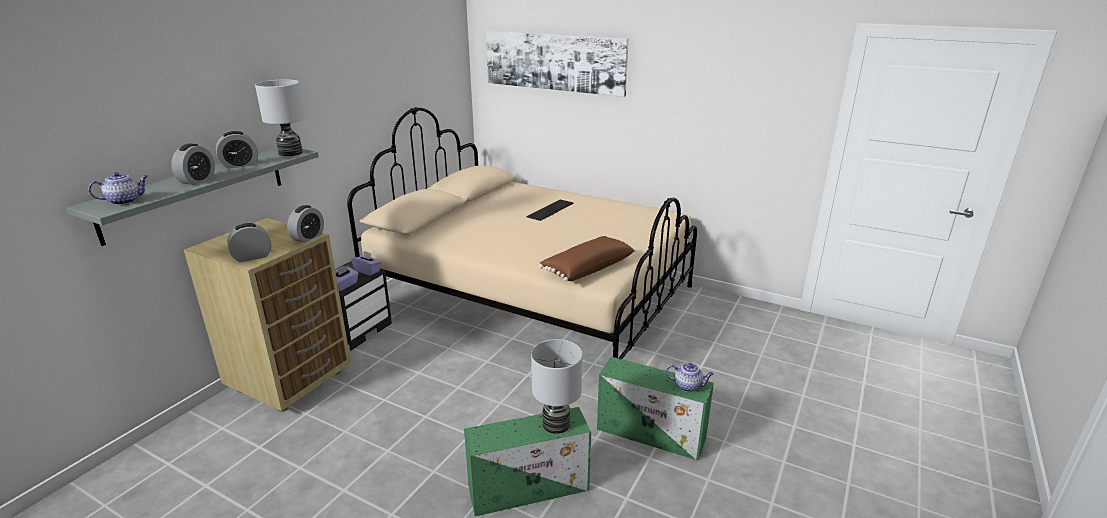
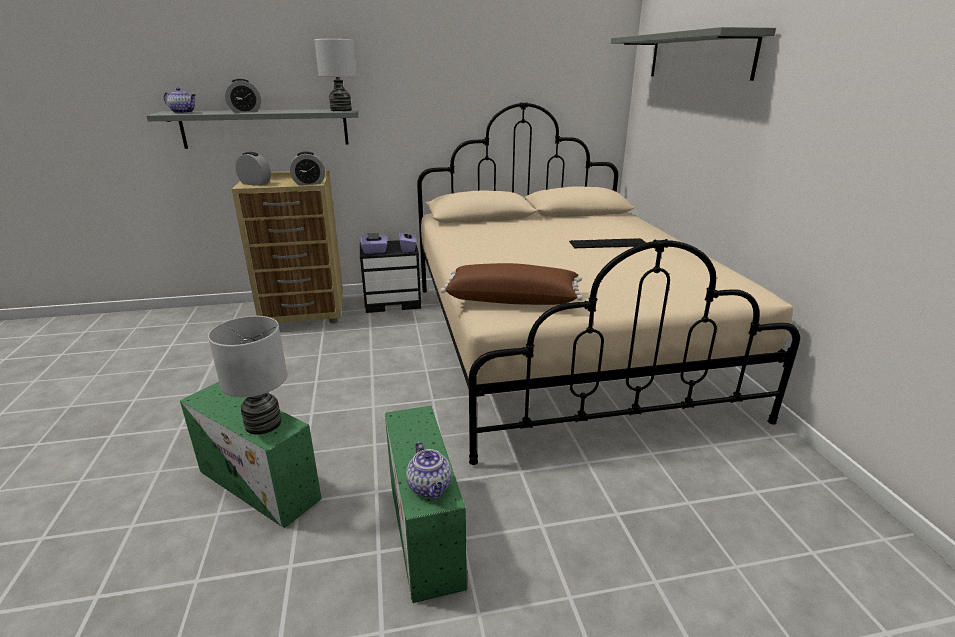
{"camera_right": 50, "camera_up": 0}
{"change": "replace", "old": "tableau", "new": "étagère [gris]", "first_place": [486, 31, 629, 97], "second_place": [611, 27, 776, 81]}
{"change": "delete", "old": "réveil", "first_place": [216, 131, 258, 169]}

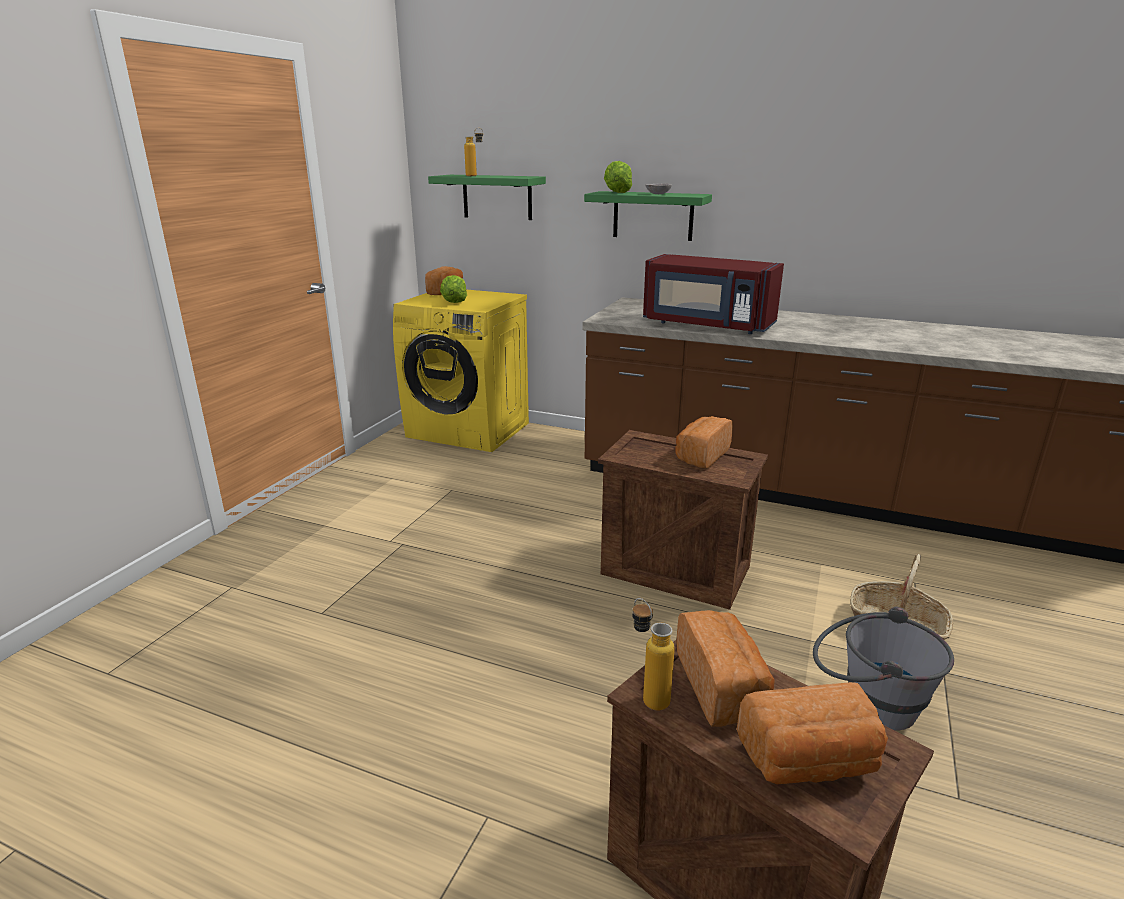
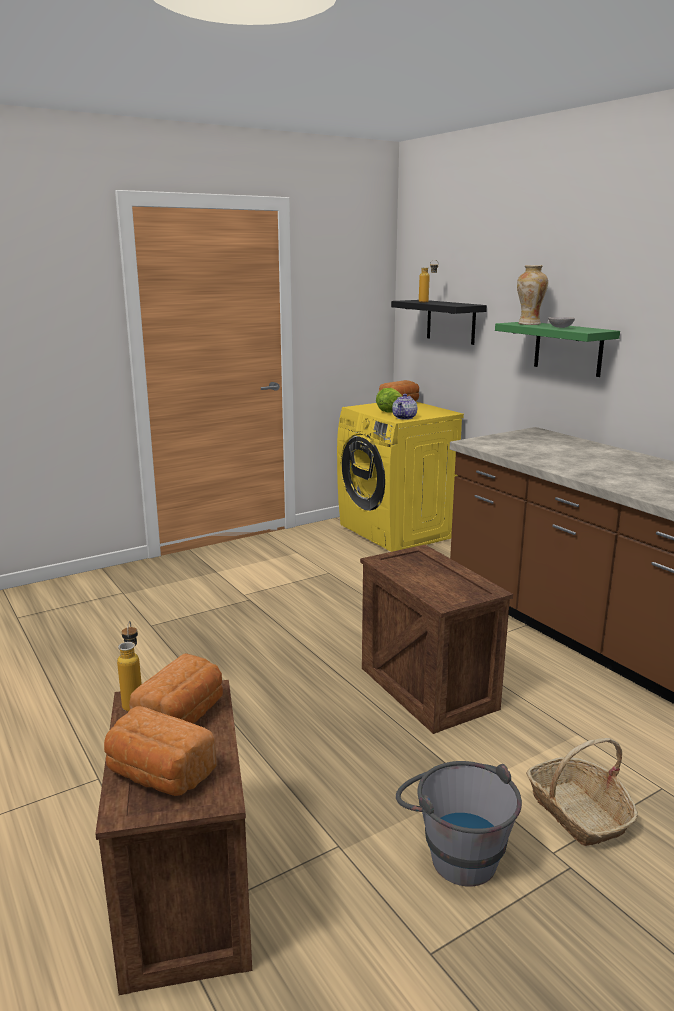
{"camera_right": 35, "camera_up": -5}
{"change": "replace", "old": "laitue", "new": "vase", "first_place": [604, 161, 632, 193], "second_place": [517, 265, 548, 325]}
{"change": "recolor", "old": "étagère [vert]", "new": "étagère [noir]", "first_place": [428, 175, 546, 220], "second_place": [391, 300, 487, 345]}
{"change": "delete", "old": "micro-ondes [rouge]", "first_place": [643, 254, 784, 334]}
{"change": "delete", "old": "pain", "first_place": [675, 416, 733, 468]}
{"change": "insert", "new": "théière", "second_place": [392, 394, 417, 420]}

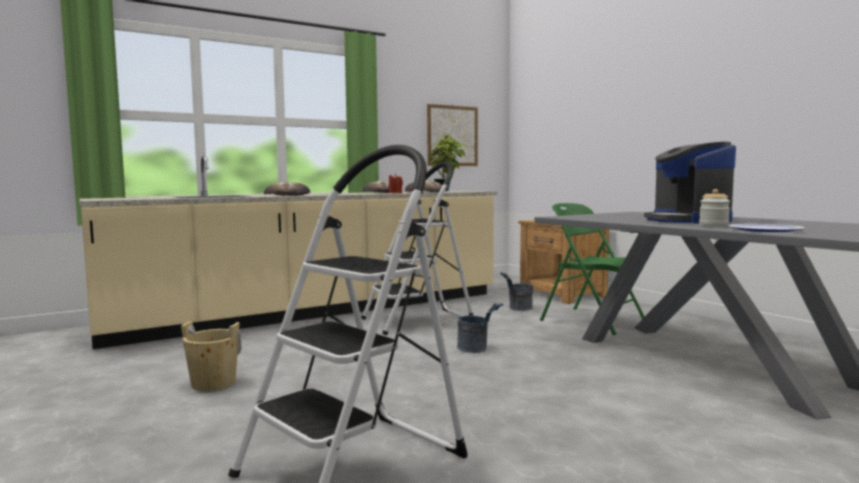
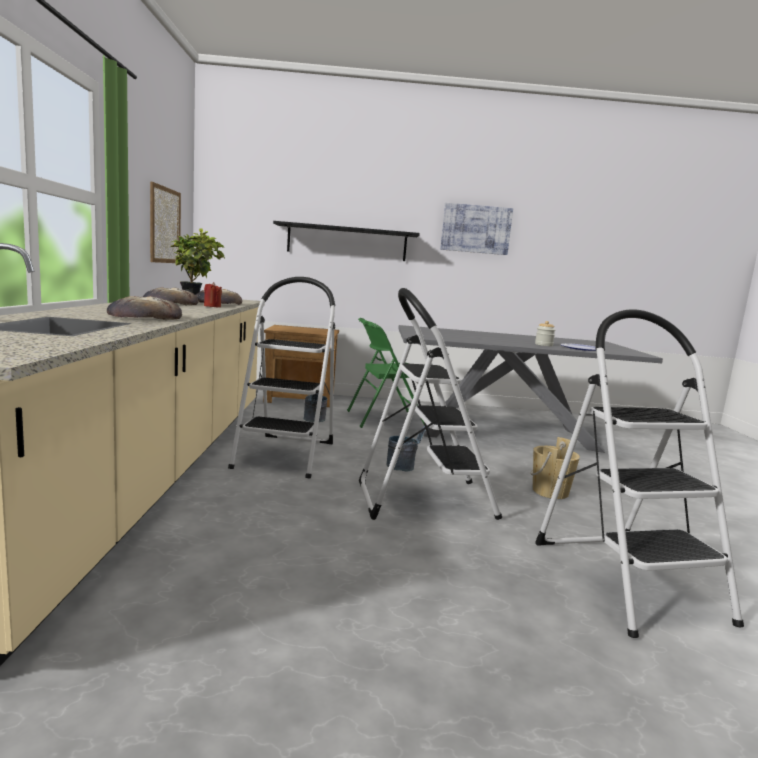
{"camera_right": -60, "camera_up": 5}
{"change": "delete", "old": "machine à café", "first_place": [644, 142, 736, 224]}
{"change": "move", "old": "seau [beige]", "first_place": [181, 322, 241, 391], "second_place": [531, 437, 580, 499]}
{"change": "insert", "new": "tableau", "second_place": [440, 203, 513, 255]}
{"change": "insert", "new": "étagère [noir]", "second_place": [273, 221, 420, 261]}
{"change": "insert", "new": "escabeau", "second_place": [359, 288, 502, 520]}

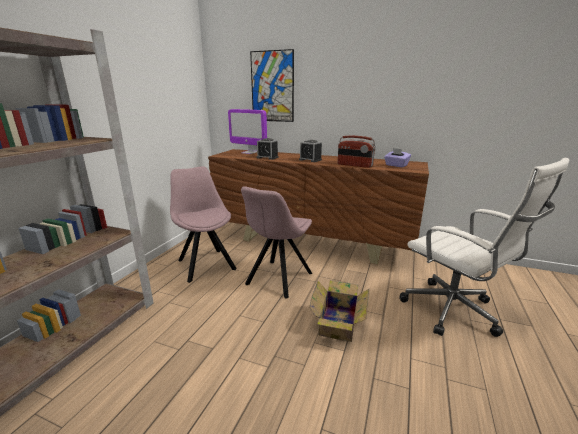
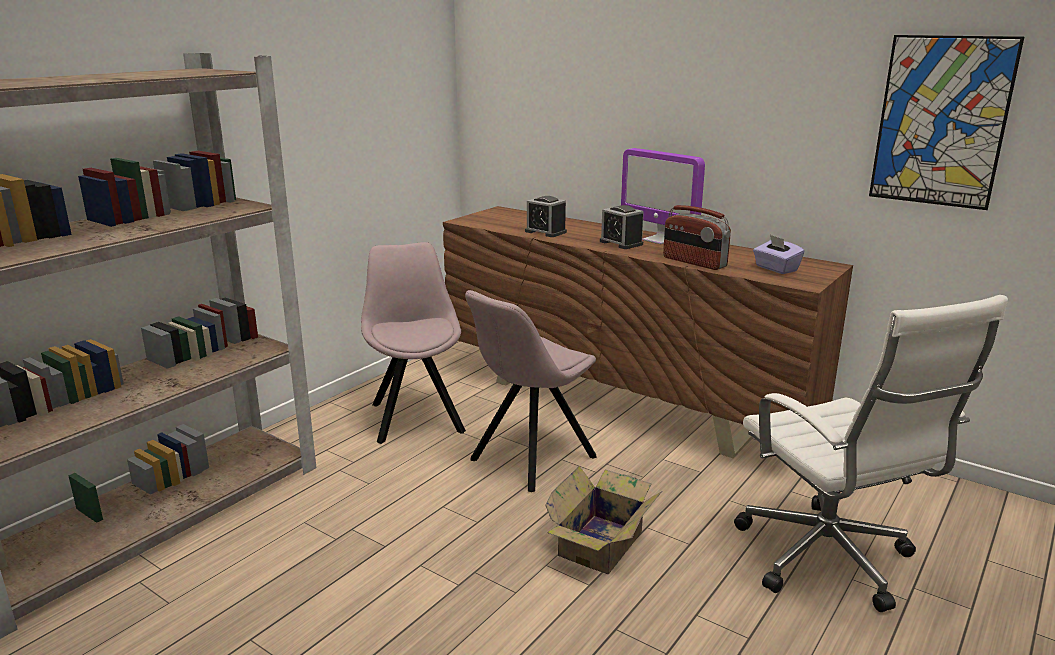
{"camera_right": 15, "camera_up": 0}
{"change": "move", "old": "tableau", "first_place": [250, 49, 294, 122], "second_place": [869, 35, 1024, 210]}
{"change": "move", "old": "écran d'ordinateur", "first_place": [228, 109, 267, 154], "second_place": [621, 148, 705, 244]}

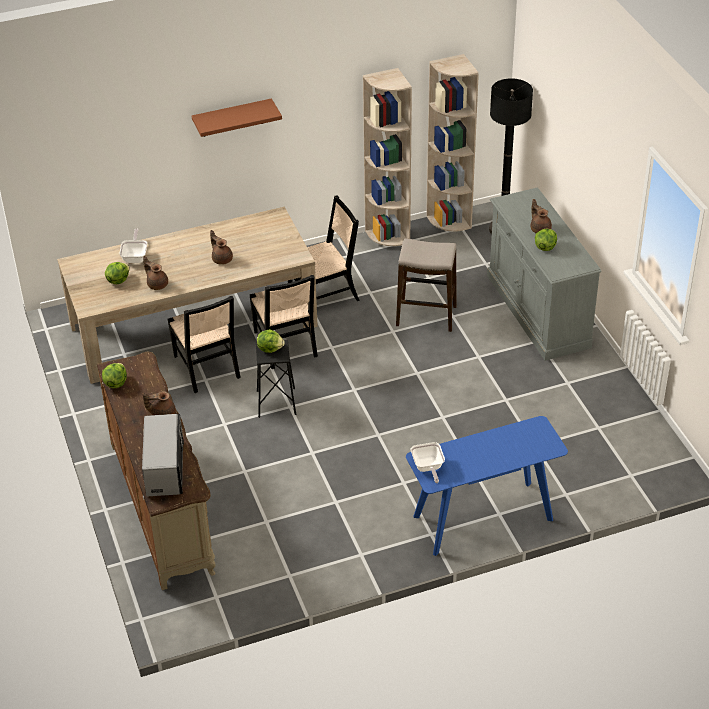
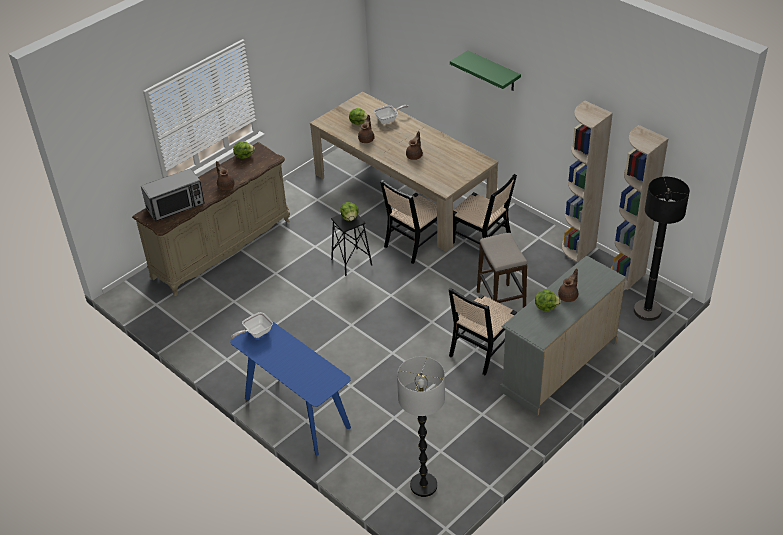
{"camera_right": 65, "camera_up": 0}
{"change": "recolor", "old": "étagère [marron]", "new": "étagère [vert]", "first_place": [192, 98, 282, 137], "second_place": [450, 50, 521, 91]}
{"change": "move", "old": "chaise", "first_place": [168, 296, 241, 393], "second_place": [449, 288, 517, 375]}
{"change": "insert", "new": "lampadaire", "second_place": [397, 356, 445, 497]}

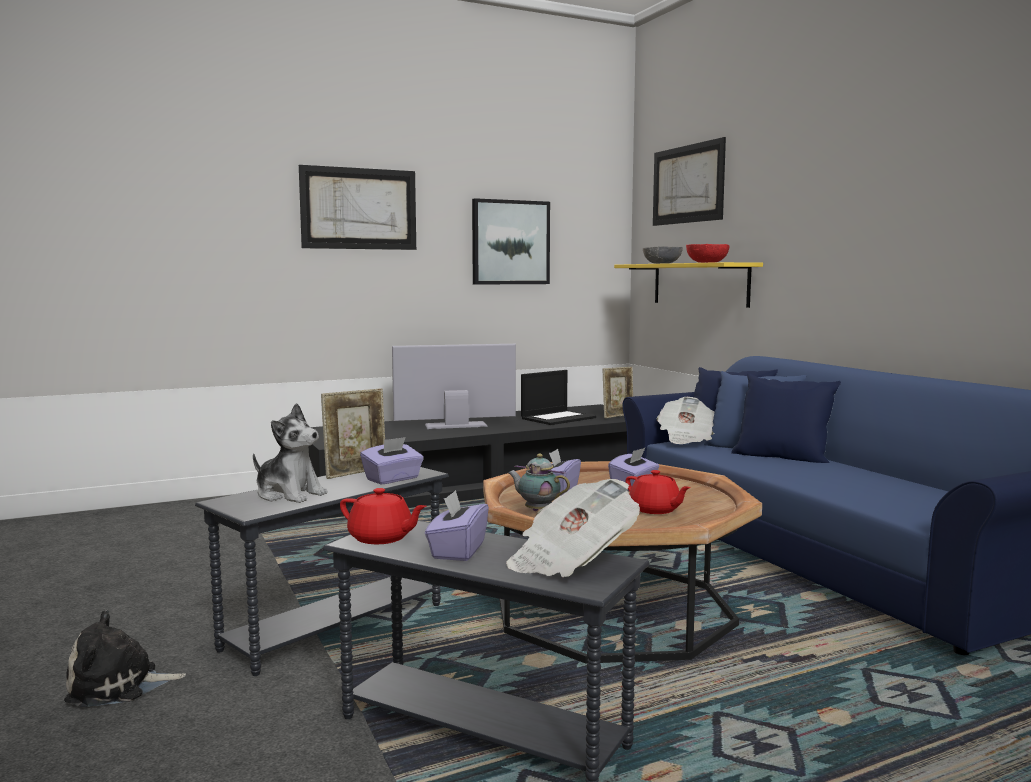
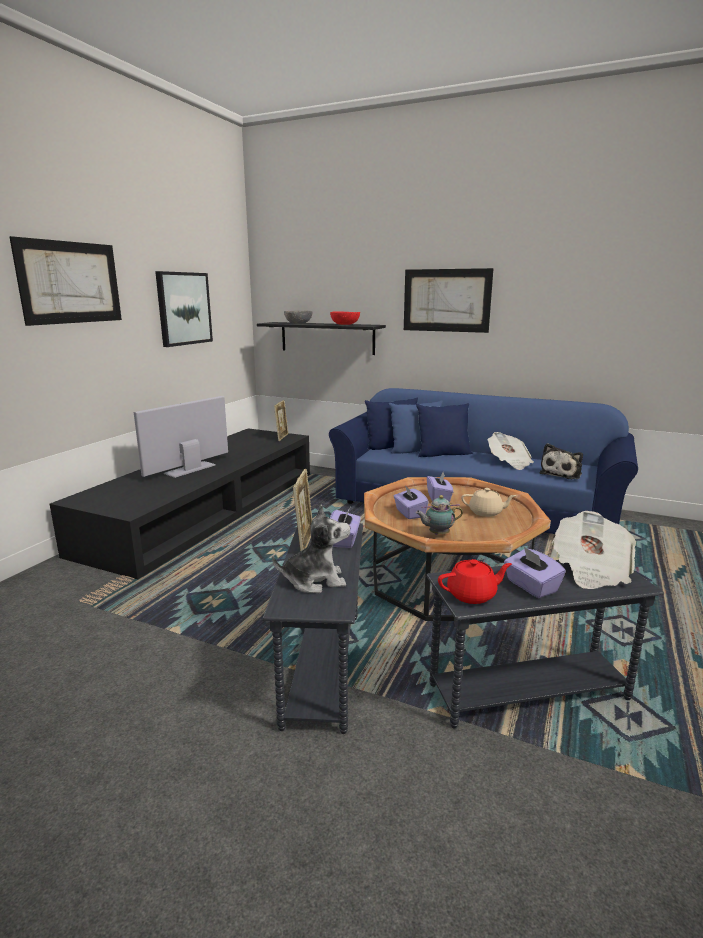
{"camera_right": -40, "camera_up": 10}
{"change": "move", "old": "tableau", "first_place": [653, 137, 726, 226], "second_place": [404, 268, 494, 333]}
{"change": "recolor", "old": "étagère [jaune]", "new": "étagère [noir]", "first_place": [614, 262, 763, 308], "second_place": [257, 322, 386, 355]}
{"change": "delete", "old": "ordinateur portable", "first_place": [521, 370, 596, 425]}
{"change": "move", "old": "journal", "first_place": [657, 397, 715, 444], "second_place": [487, 432, 534, 470]}
{"change": "recolor", "old": "théière [rouge]", "new": "théière [beige]", "first_place": [626, 470, 691, 514], "second_place": [461, 488, 517, 517]}
{"change": "move", "old": "peluche", "first_place": [64, 610, 186, 707], "second_place": [540, 443, 583, 479]}

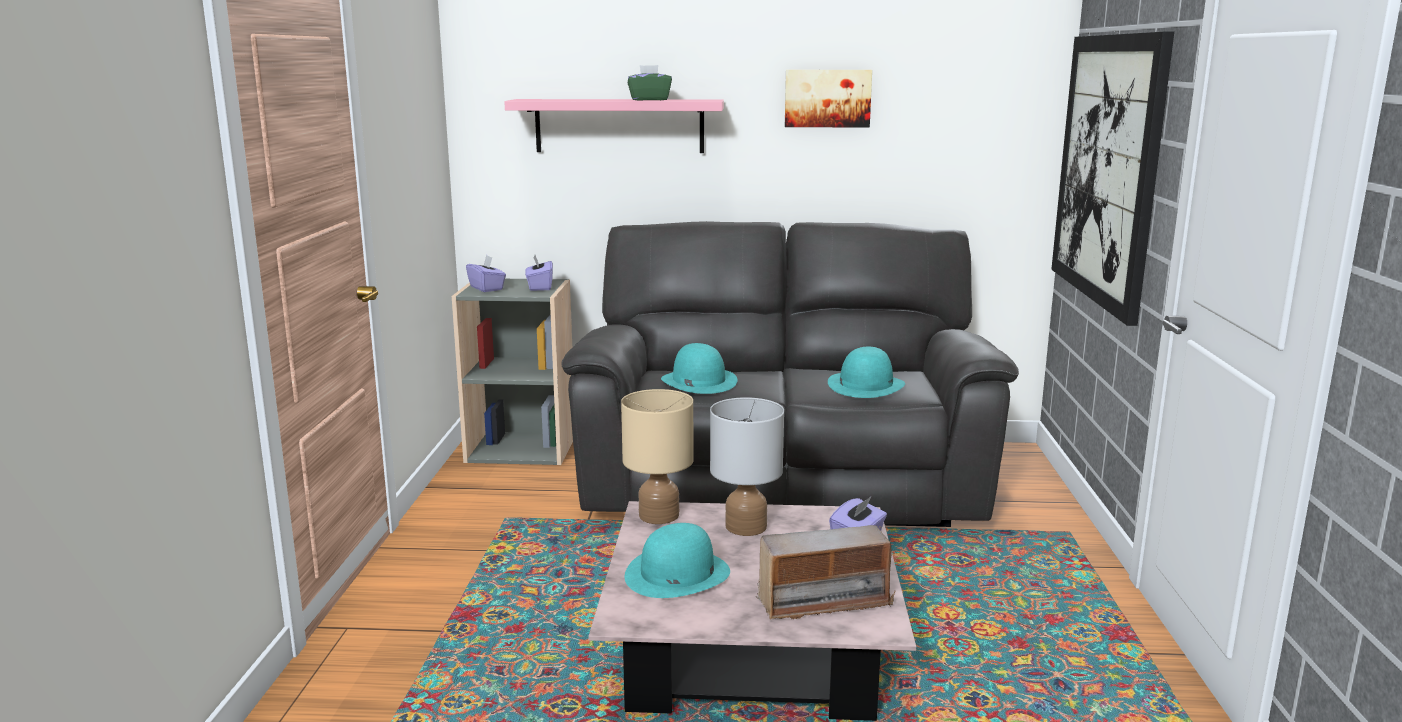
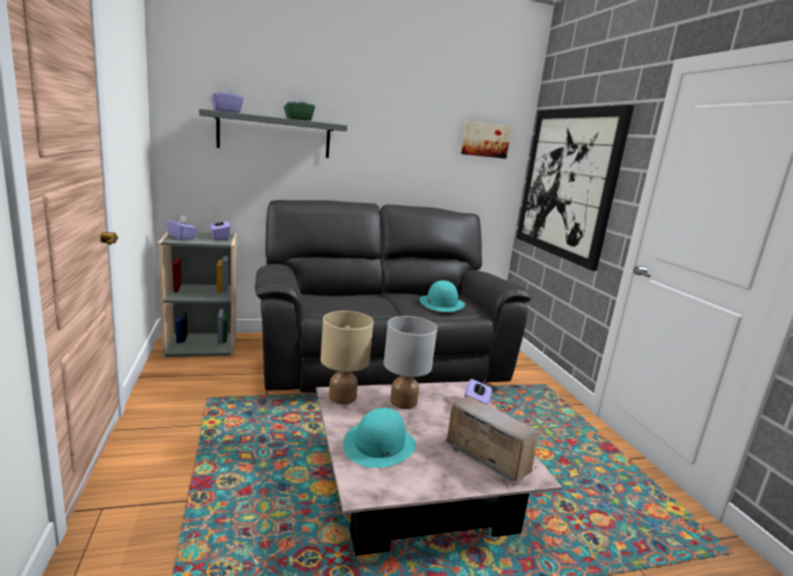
{"camera_right": -20, "camera_up": 0}
{"change": "move", "old": "tableau", "first_place": [785, 70, 872, 128], "second_place": [461, 121, 512, 159]}
{"change": "recolor", "old": "étagère [rose]", "new": "étagère [gris]", "first_place": [504, 99, 724, 153], "second_place": [199, 109, 347, 158]}
{"change": "delete", "old": "chapeau [turquoise]", "first_place": [661, 343, 737, 394]}
{"change": "rotate", "old": "radio", "first_place": [756, 525, 895, 620], "second_place": [445, 395, 538, 488], "degrees": -105}
{"change": "insert", "new": "boîte à mouchoirs [violet]", "second_place": [211, 87, 243, 113]}

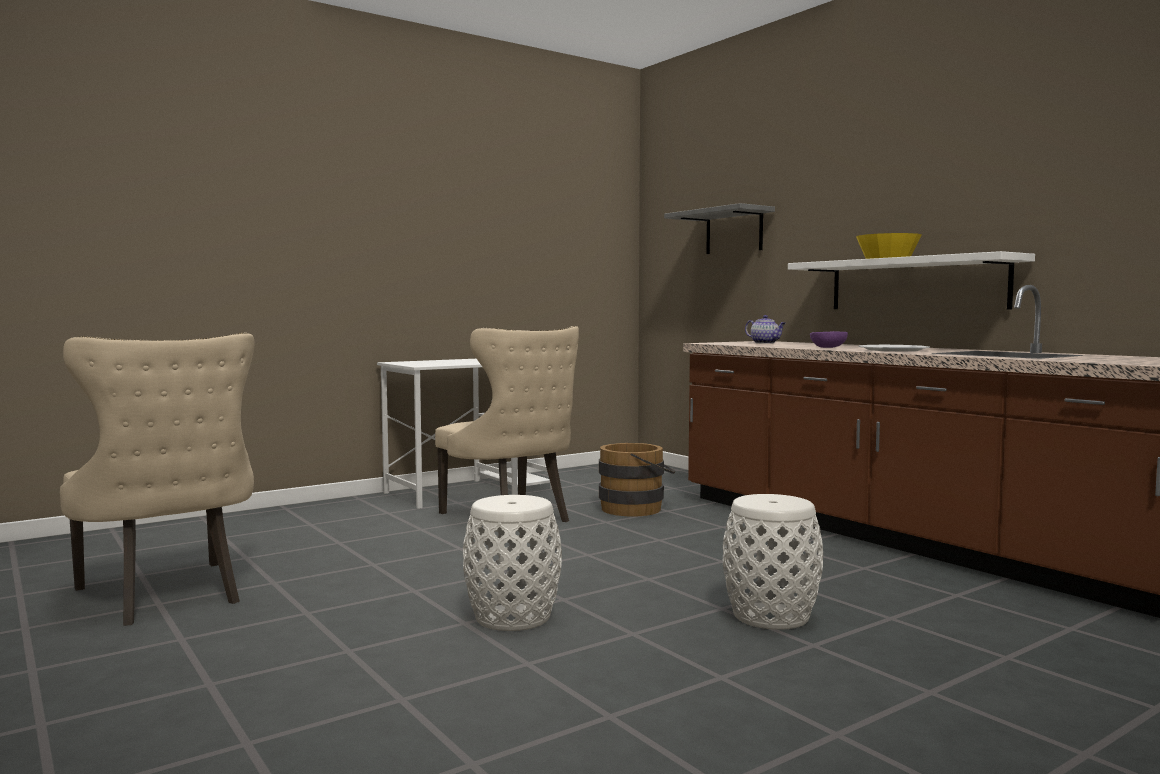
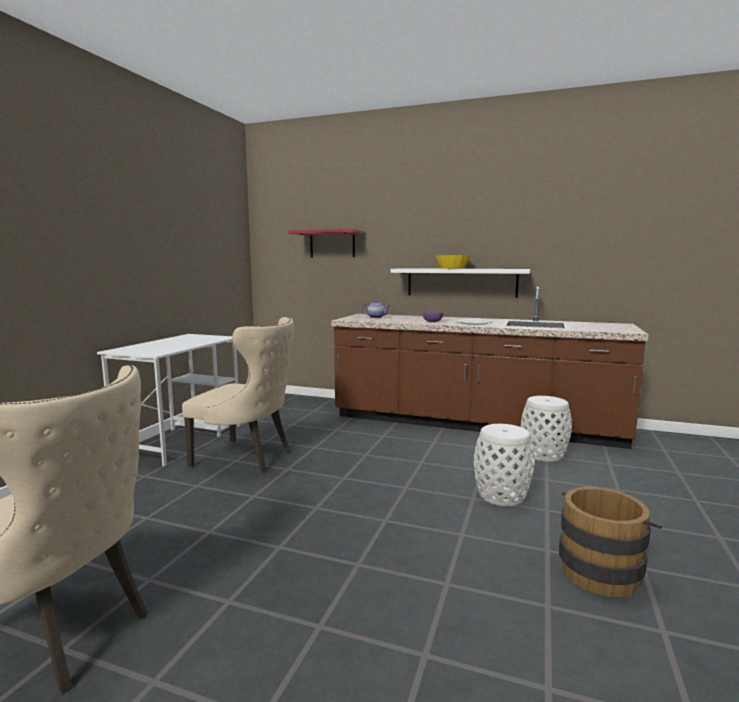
{"camera_right": -35, "camera_up": 5}
{"change": "recolor", "old": "étagère [gris]", "new": "étagère [rouge]", "first_place": [664, 203, 775, 254], "second_place": [288, 229, 364, 257]}
{"change": "move", "old": "seau [marron]", "first_place": [599, 443, 676, 516], "second_place": [559, 487, 662, 597]}
{"change": "move", "old": "tabouret [blanc]", "first_place": [463, 495, 562, 631], "second_place": [521, 396, 572, 462]}

